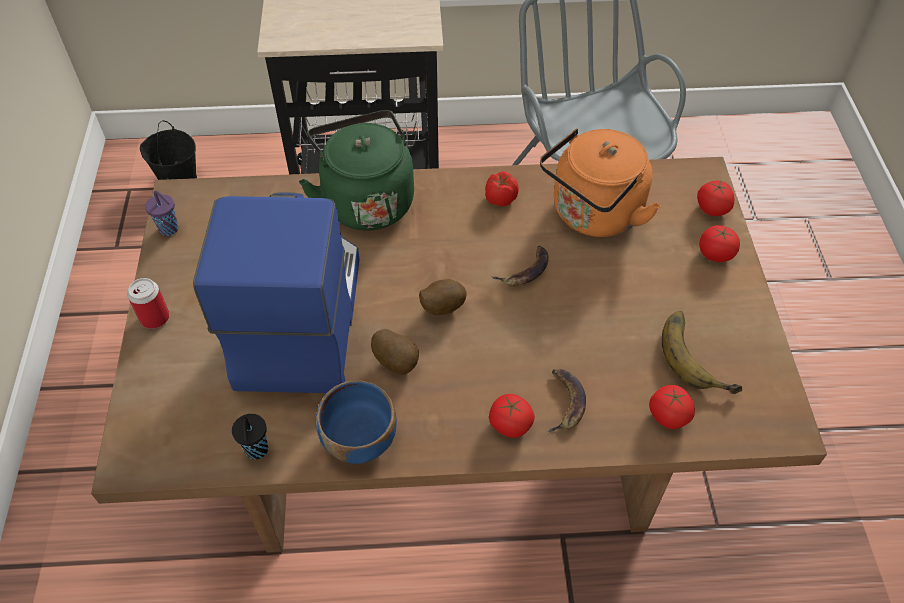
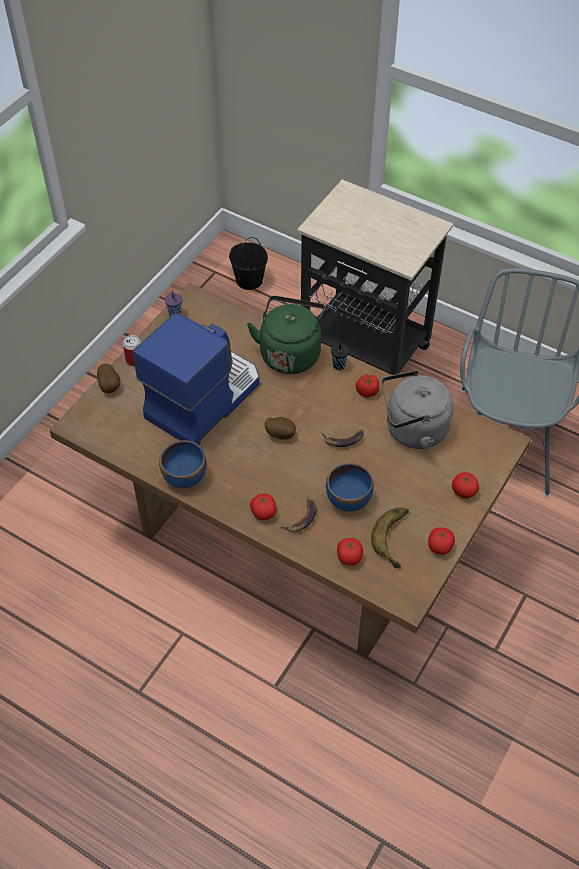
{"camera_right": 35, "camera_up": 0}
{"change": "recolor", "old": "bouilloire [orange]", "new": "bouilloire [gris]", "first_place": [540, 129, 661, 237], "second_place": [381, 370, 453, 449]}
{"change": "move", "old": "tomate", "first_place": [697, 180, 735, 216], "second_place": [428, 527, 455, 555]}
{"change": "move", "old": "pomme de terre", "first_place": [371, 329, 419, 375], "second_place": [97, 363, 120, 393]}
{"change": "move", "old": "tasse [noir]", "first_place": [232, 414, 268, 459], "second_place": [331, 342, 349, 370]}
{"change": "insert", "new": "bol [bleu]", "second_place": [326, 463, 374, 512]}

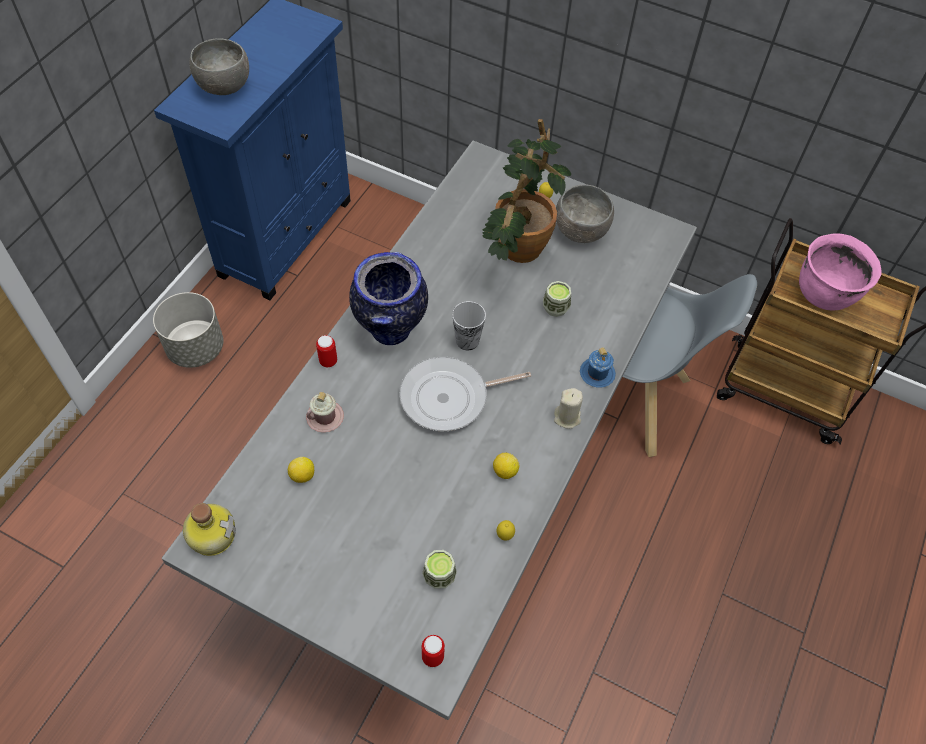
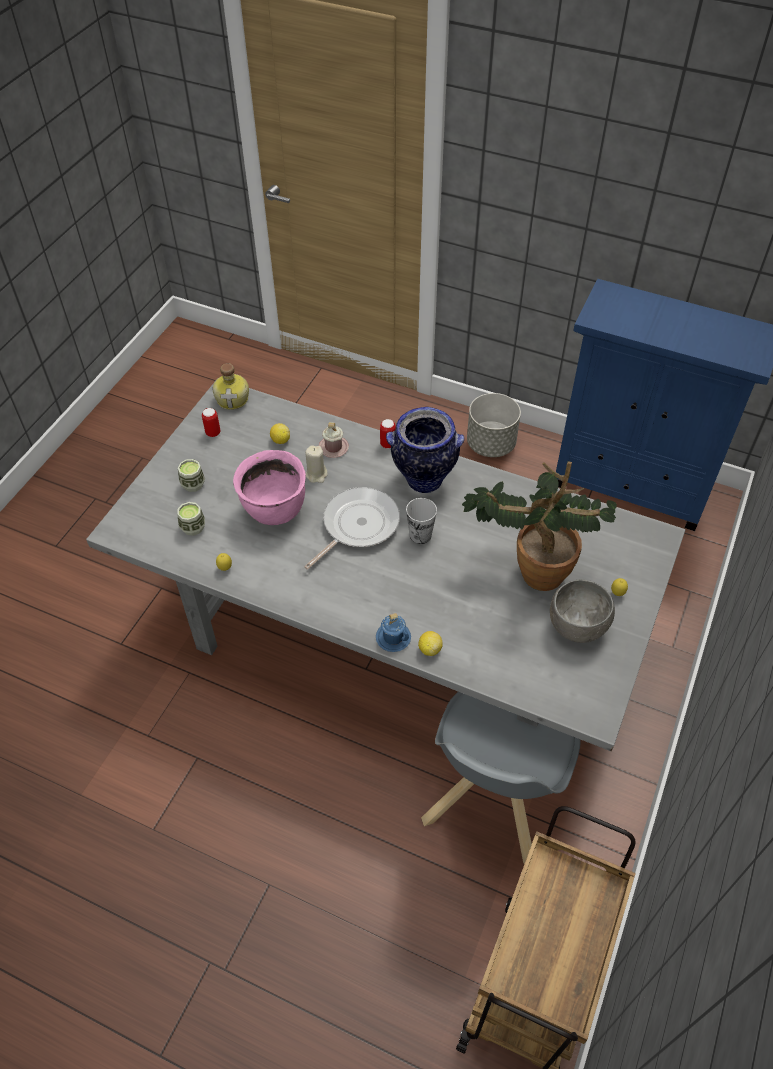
{"camera_right": 90, "camera_up": -5}
{"change": "delete", "old": "bol [gris]", "first_place": [189, 38, 249, 95]}
{"change": "move", "old": "marmite [rose]", "first_place": [799, 233, 882, 311], "second_place": [233, 450, 306, 525]}
{"change": "move", "old": "tasse", "first_place": [543, 281, 571, 317], "second_place": [178, 459, 205, 492]}
{"change": "rotate", "old": "poêle", "first_place": [399, 357, 531, 431], "second_place": [304, 487, 400, 570], "degrees": 60}
{"change": "move", "old": "bougie [beige]", "first_place": [554, 388, 583, 429], "second_place": [305, 445, 328, 483]}
{"change": "move", "old": "citron", "first_place": [493, 453, 519, 479], "second_place": [418, 631, 443, 656]}
{"change": "move", "old": "boîte métallique", "first_place": [422, 635, 445, 667], "second_place": [202, 408, 221, 437]}

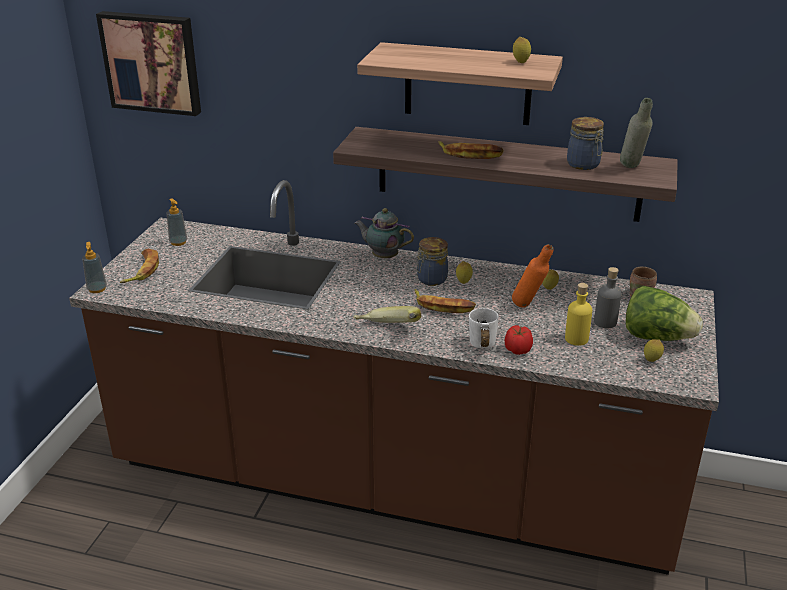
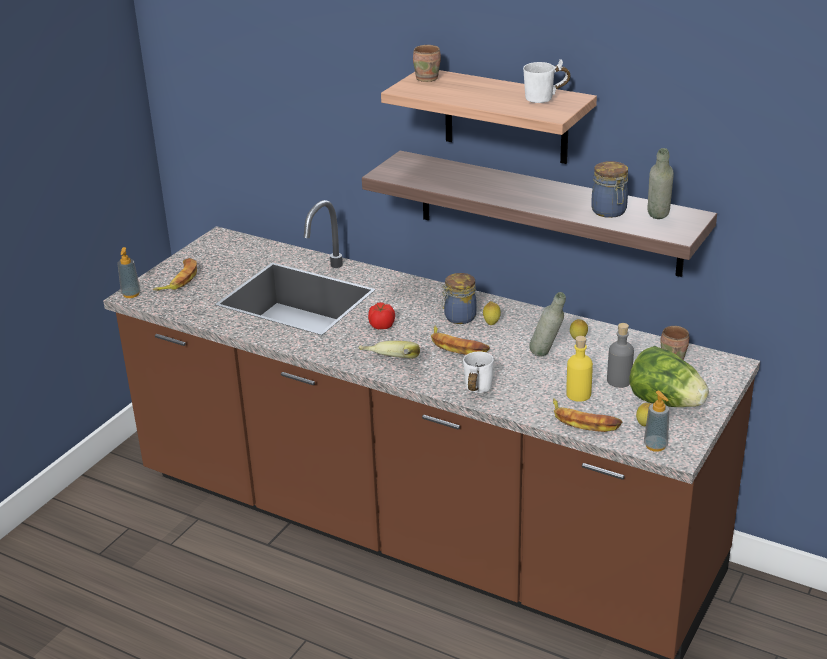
{"camera_right": 15, "camera_up": 0}
{"change": "delete", "old": "tableau", "first_place": [96, 11, 201, 116]}
{"change": "replace", "old": "citron", "new": "mug [blanc]", "first_place": [513, 37, 531, 63], "second_place": [523, 59, 570, 103]}
{"change": "move", "old": "banane", "first_place": [438, 141, 504, 159], "second_place": [553, 399, 622, 432]}
{"change": "move", "old": "distributeur de savon", "first_place": [167, 198, 187, 246], "second_place": [644, 391, 669, 452]}
{"change": "delete", "old": "théière", "first_place": [355, 208, 414, 259]}
{"change": "recolor", "old": "bouteille [orange]", "new": "bouteille [gris]", "first_place": [512, 244, 553, 308], "second_place": [529, 292, 566, 357]}
{"change": "move", "old": "tomate", "first_place": [505, 325, 533, 355], "second_place": [368, 302, 395, 329]}
{"change": "insert", "new": "mug [marron]", "second_place": [413, 45, 441, 82]}

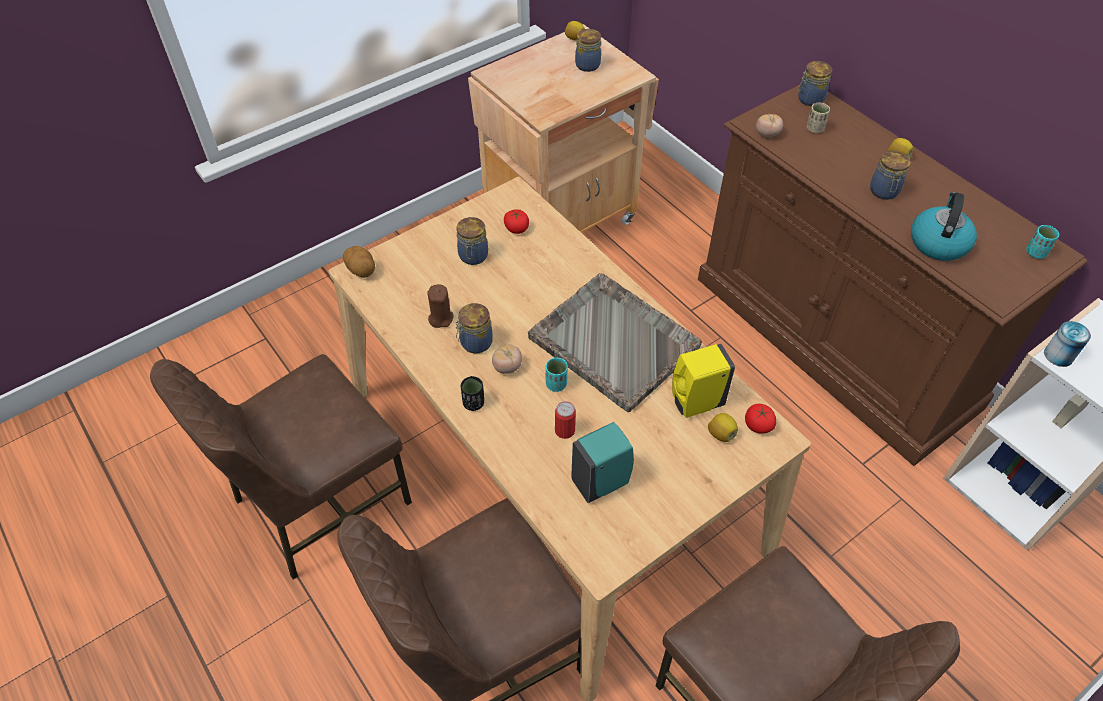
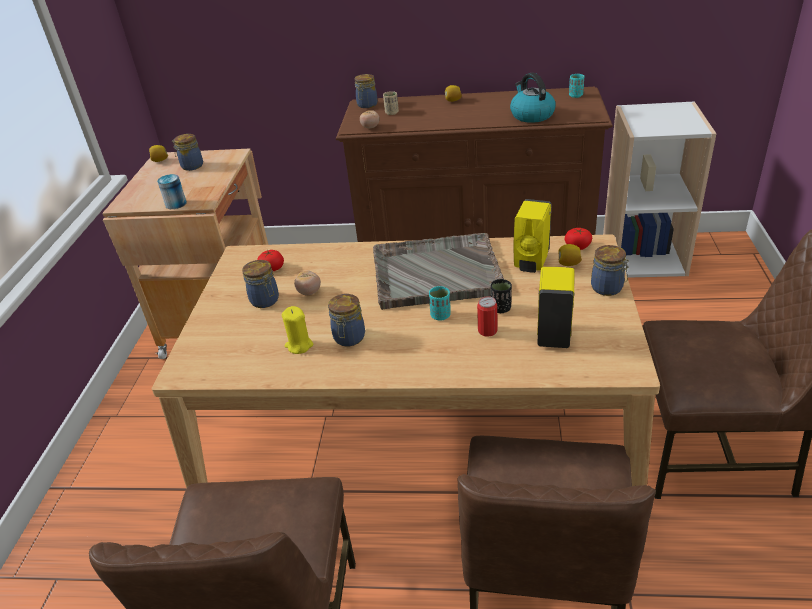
{"camera_right": -45, "camera_up": -15}
{"change": "move", "old": "bocal", "first_place": [870, 151, 910, 200], "second_place": [591, 245, 629, 296]}
{"change": "delete", "old": "pomme de terre", "first_place": [343, 246, 375, 278]}
{"change": "recolor", "old": "bougie [marron]", "new": "bougie [jaune]", "first_place": [427, 284, 454, 328], "second_place": [282, 306, 313, 354]}
{"change": "move", "old": "boîte métallique", "first_place": [1044, 321, 1091, 367], "second_place": [157, 174, 187, 209]}
{"change": "move", "old": "tomate", "first_place": [492, 345, 522, 374], "second_place": [294, 271, 321, 295]}
{"change": "move", "old": "tasse [noir]", "first_place": [461, 376, 484, 411], "second_place": [491, 279, 512, 313]}
{"change": "recolor", "old": "distributeur de savon [turquoise]", "new": "distributeur de savon [jaune]", "first_place": [571, 422, 634, 503], "second_place": [537, 267, 575, 348]}

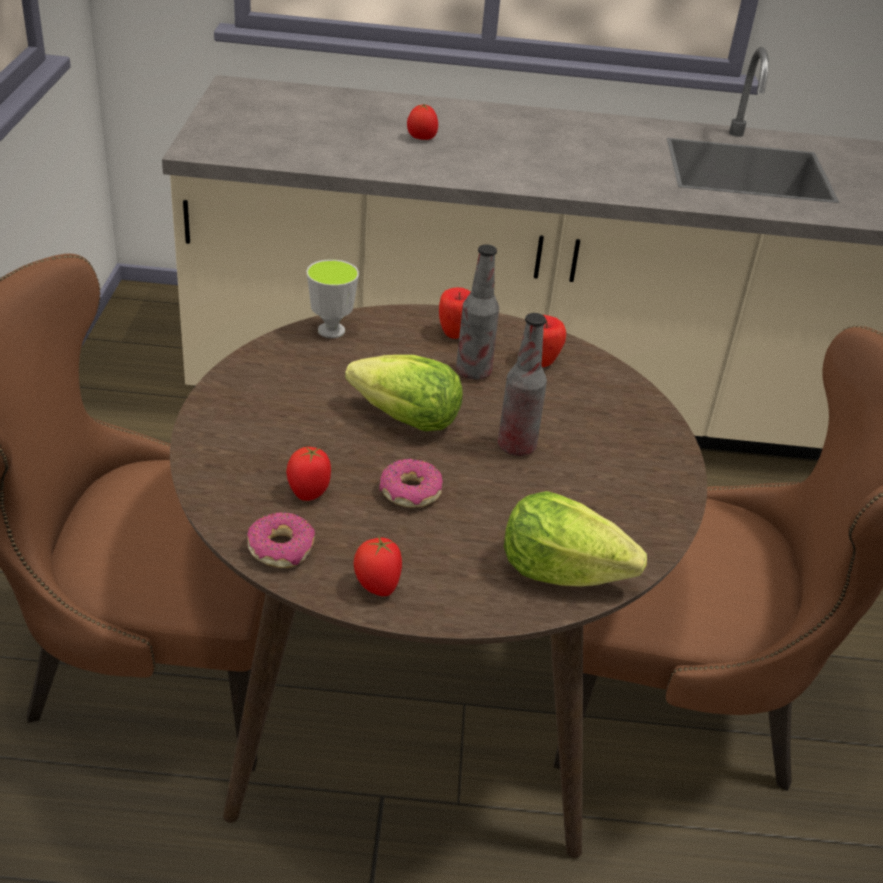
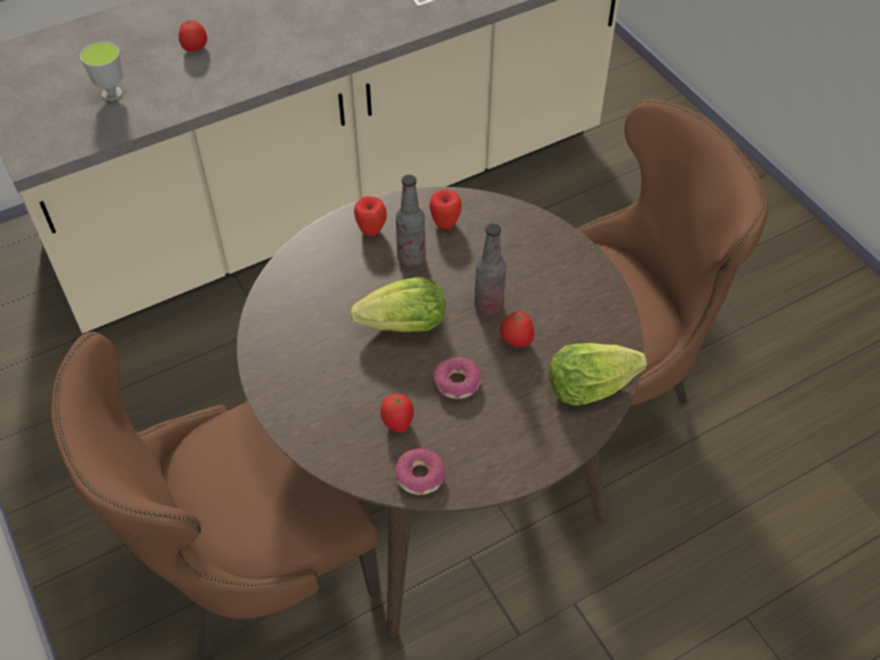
{"camera_right": -30, "camera_up": 15}
{"change": "move", "old": "tasse", "first_place": [306, 259, 359, 338], "second_place": [80, 42, 123, 101]}
{"change": "move", "old": "tomate", "first_place": [354, 536, 402, 596], "second_place": [500, 312, 534, 347]}

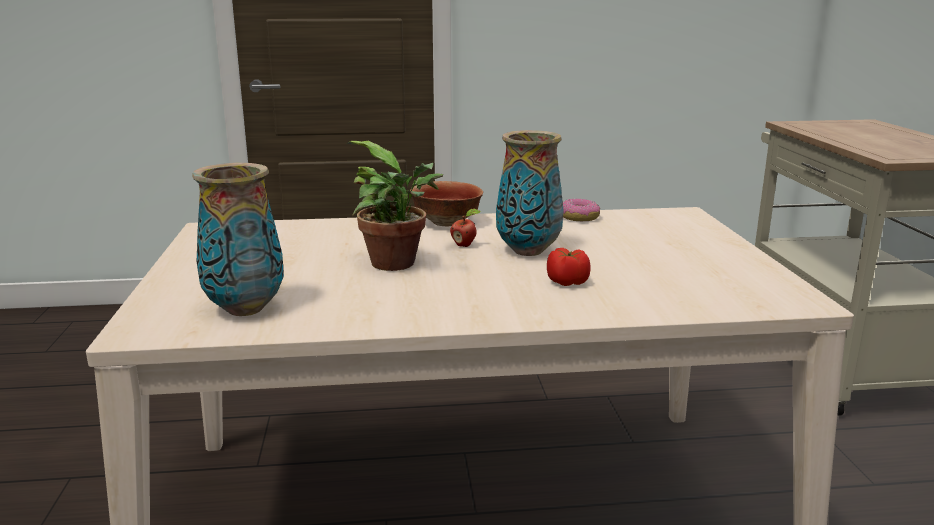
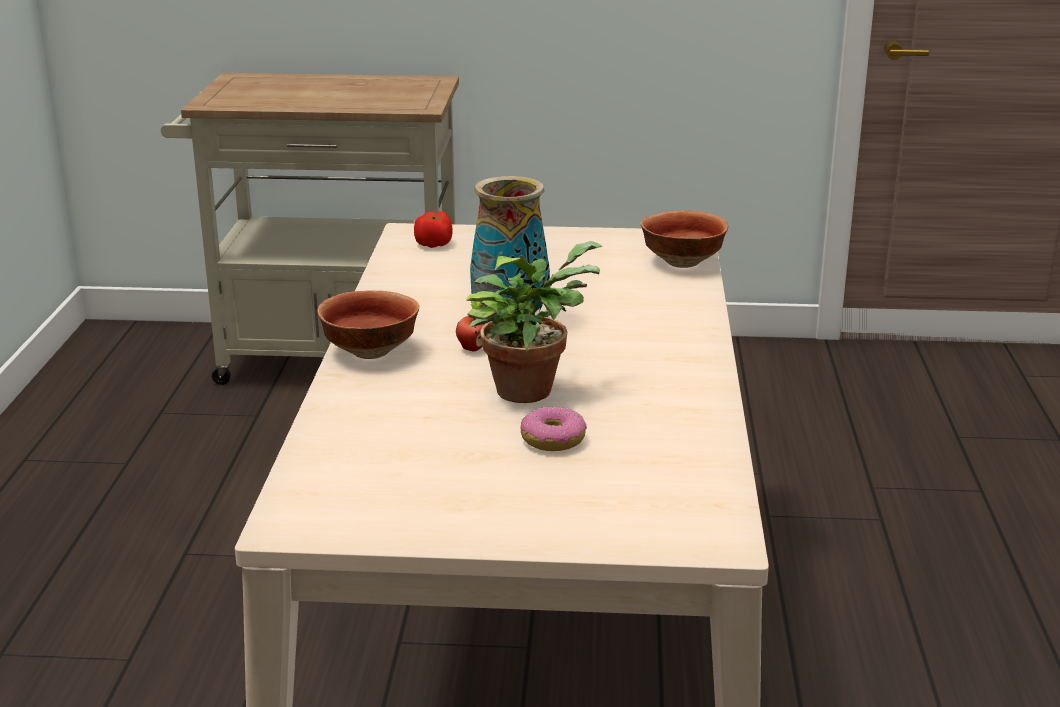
{"camera_right": -80, "camera_up": 5}
{"change": "delete", "old": "vase", "first_place": [192, 163, 284, 316]}
{"change": "move", "old": "beignet", "first_place": [563, 198, 600, 221], "second_place": [521, 407, 587, 451]}
{"change": "move", "old": "tomate", "first_place": [547, 248, 591, 286], "second_place": [414, 211, 453, 248]}
{"change": "insert", "new": "bol", "second_place": [641, 210, 728, 268]}

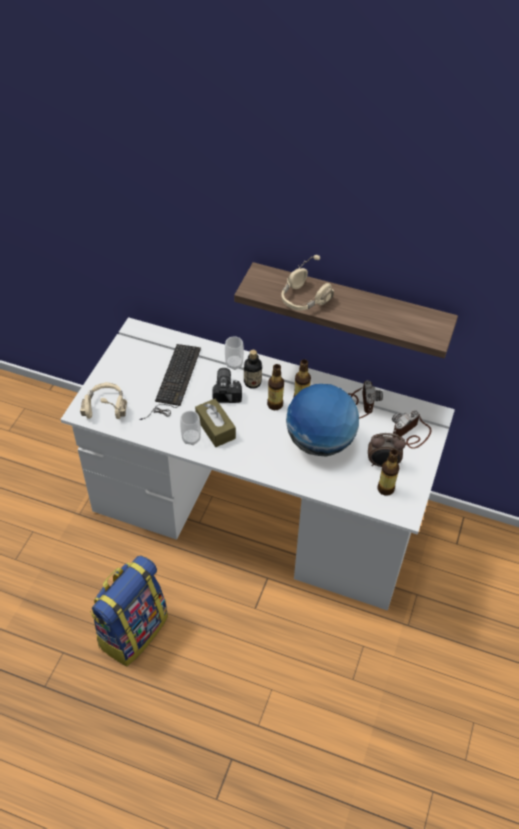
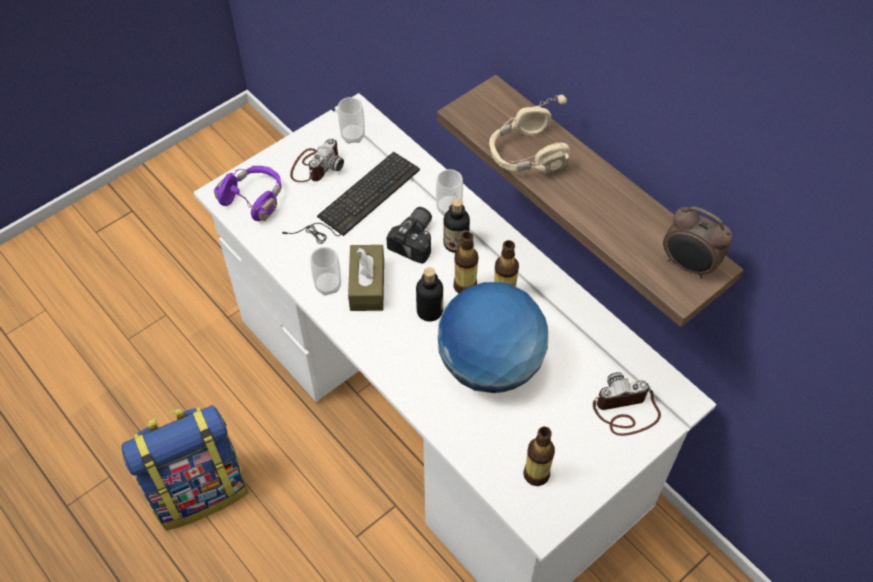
{"camera_right": 30, "camera_up": 5}
{"change": "move", "old": "appareil photo", "first_place": [348, 380, 383, 419], "second_place": [290, 138, 344, 182]}
{"change": "recolor", "old": "casque audio [beige]", "new": "casque audio [violet]", "first_place": [80, 382, 127, 419], "second_place": [214, 166, 282, 221]}
{"change": "move", "old": "réveil", "first_place": [368, 433, 406, 467], "second_place": [663, 207, 733, 279]}
{"change": "insert", "new": "tasse", "second_place": [338, 97, 365, 144]}
{"change": "insert", "new": "bouteille", "second_place": [416, 267, 443, 322]}

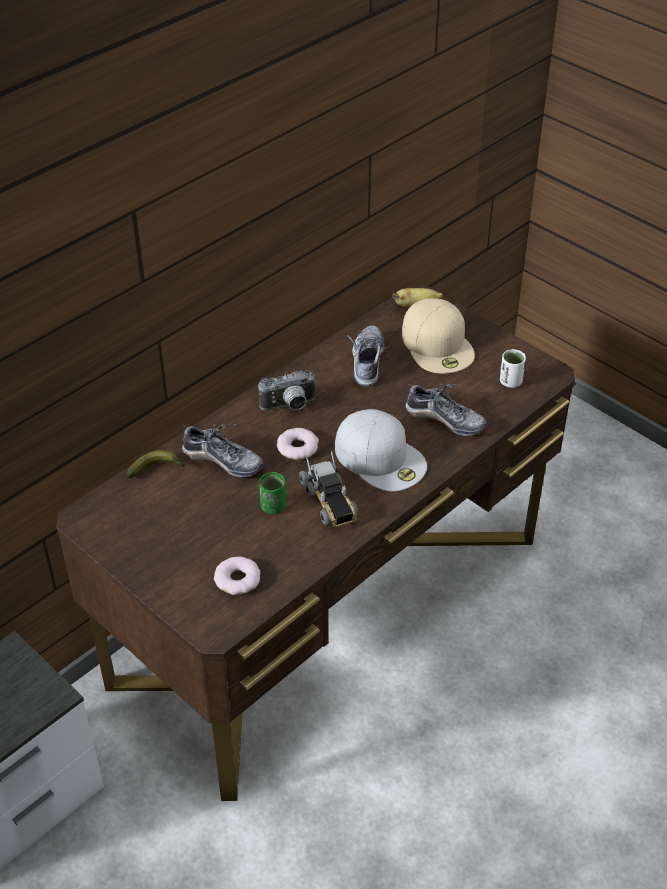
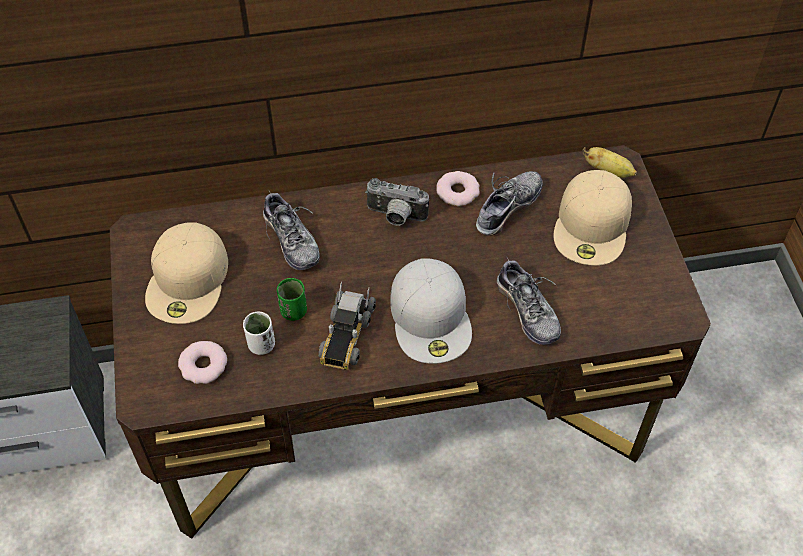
{"camera_right": 35, "camera_up": 10}
{"change": "move", "old": "tasse [blanc]", "first_place": [500, 349, 526, 388], "second_place": [243, 312, 275, 355]}
{"change": "move", "old": "beignet", "first_place": [277, 428, 319, 460], "second_place": [436, 171, 480, 206]}
{"change": "delete", "old": "banane", "first_place": [127, 450, 186, 479]}
{"change": "insert", "new": "casquette [beige]", "second_place": [145, 222, 228, 324]}

